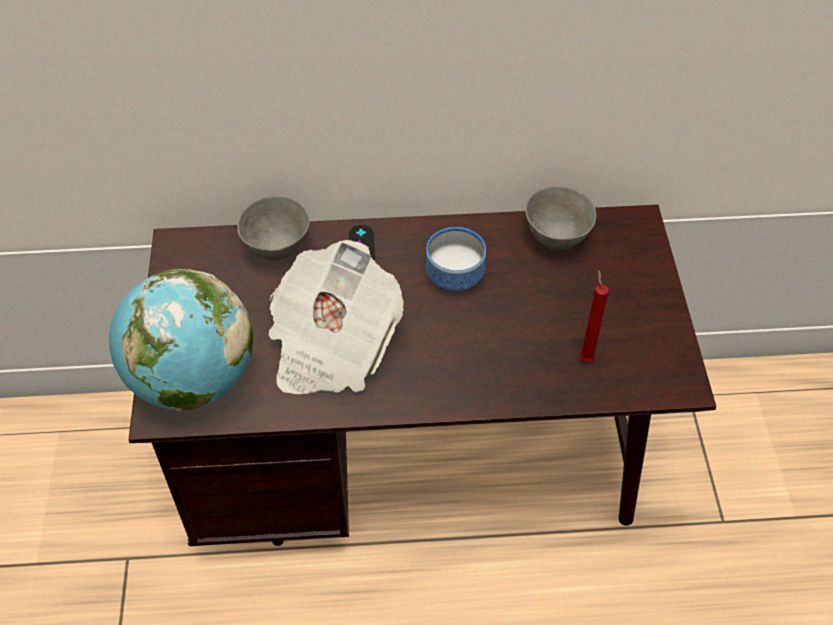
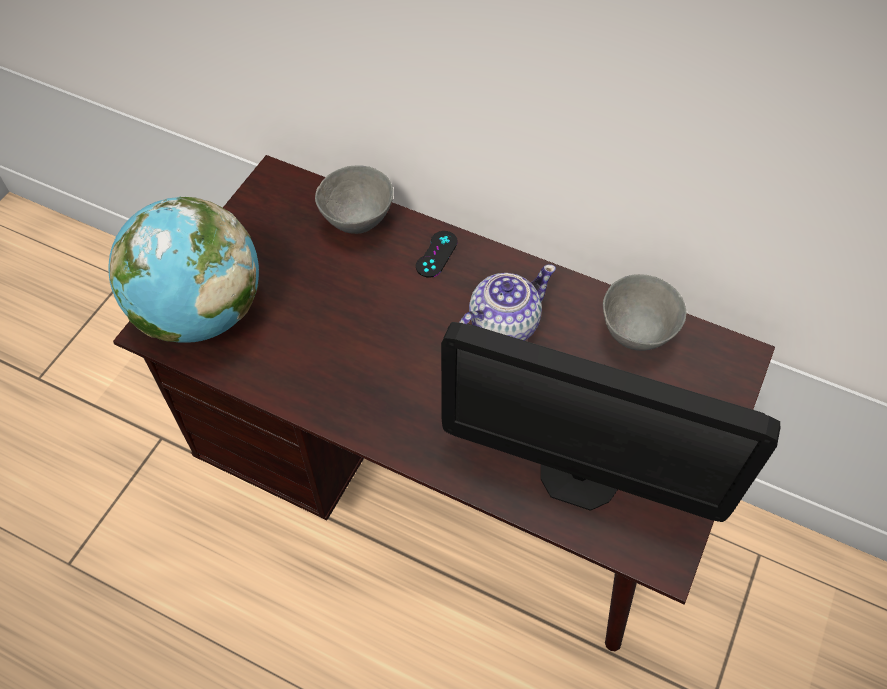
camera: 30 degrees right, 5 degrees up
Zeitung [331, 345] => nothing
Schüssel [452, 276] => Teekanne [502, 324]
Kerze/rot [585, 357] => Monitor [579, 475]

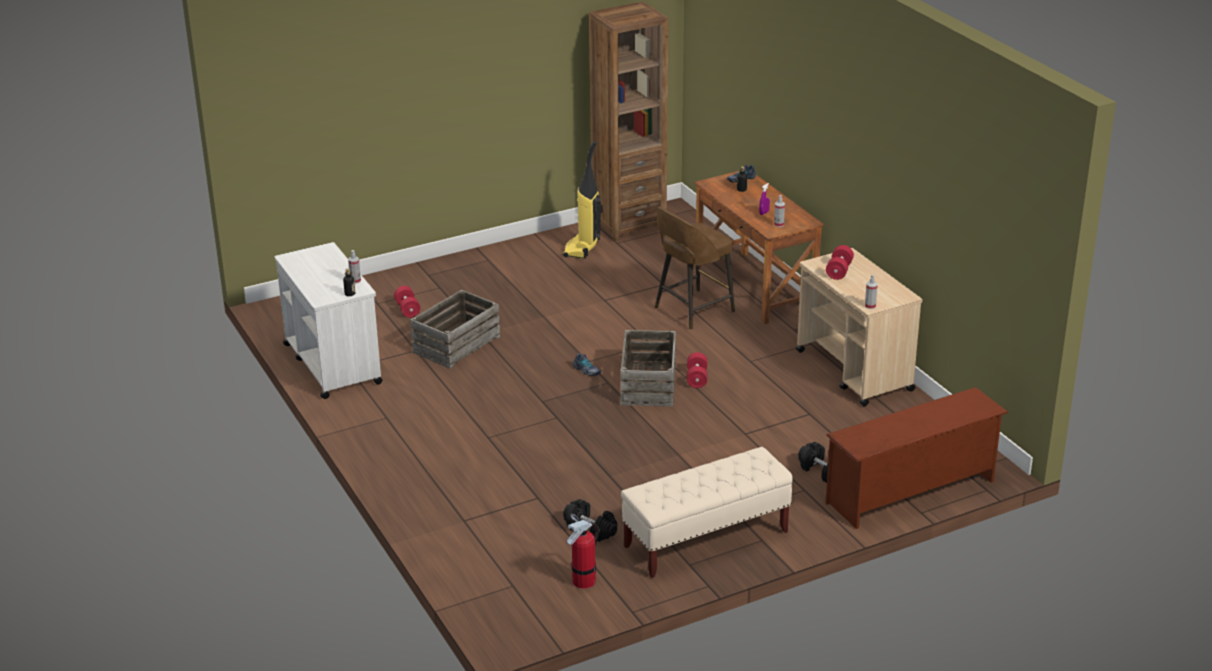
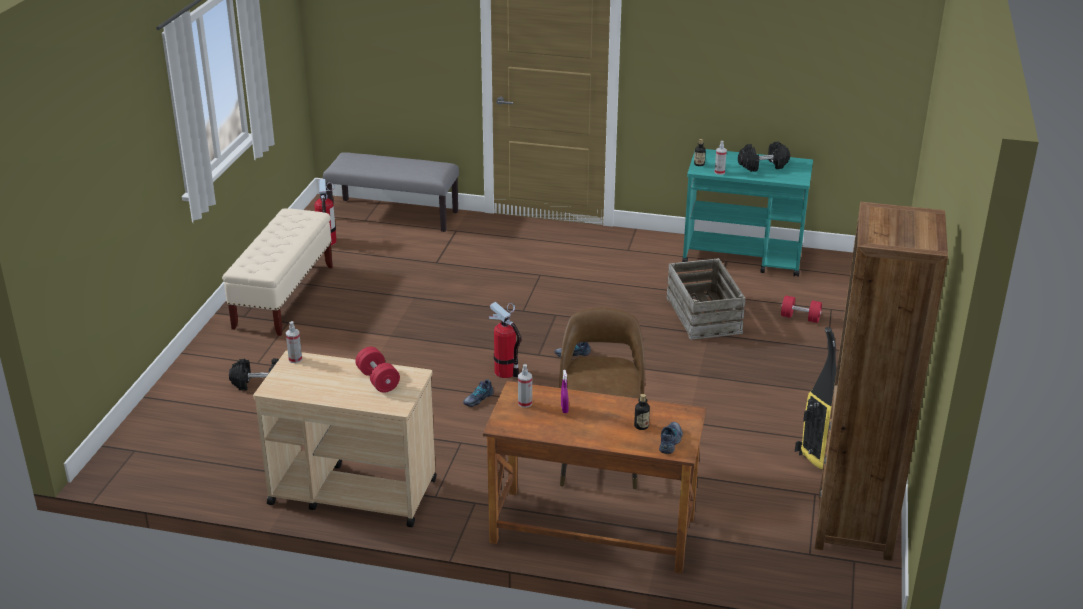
camera: 130 degrees right, 0 degrees up
Schuhregal/braun [911, 493] => nothing
nothing => Bank/grau [394, 215]
Hantel/schwarz [590, 529] => Hantel/schwarz [763, 166], move
Kiste [649, 384] => Feuerlöscher [505, 372]
Hantel/rot [697, 378] => Schuh [477, 399]
Rollwagen/weiß [332, 363] => Rollwagen/türkis [743, 257]

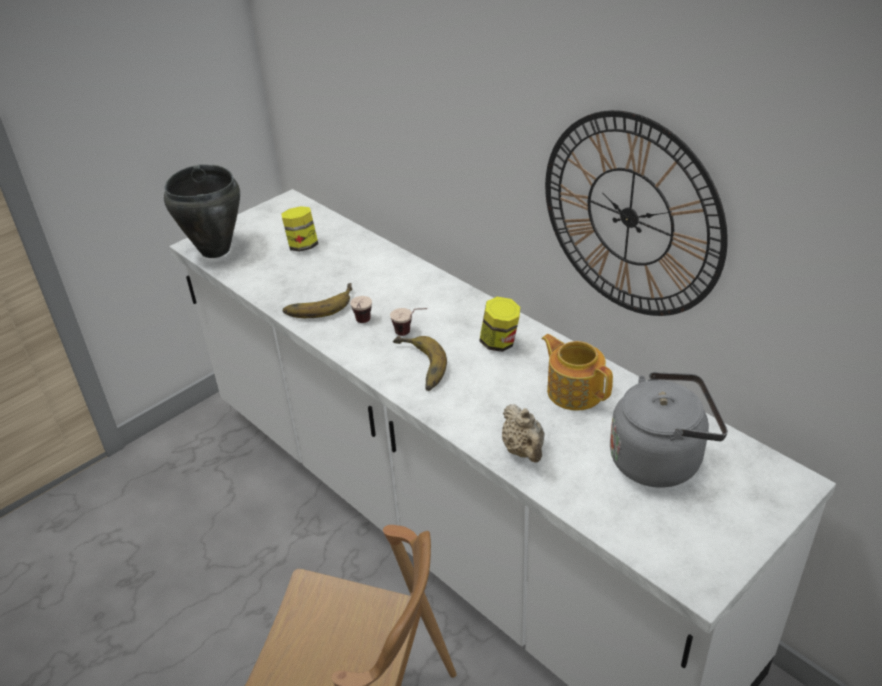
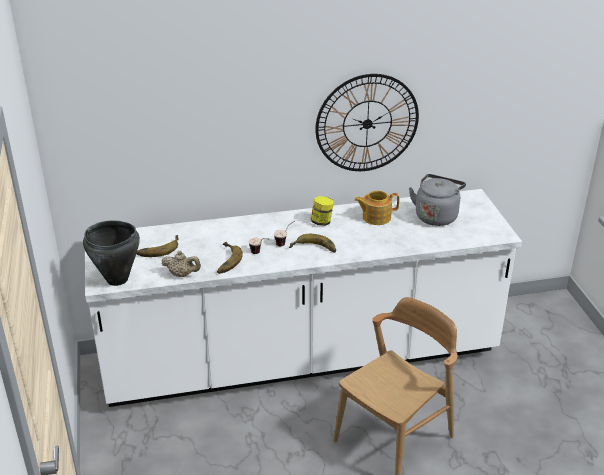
camera: 60 degrees left, 5 degrees down
Teekanne/beige [524, 451] => Teekanne/beige [182, 275], move
Vorratsglas [302, 246] => Banane [158, 248]

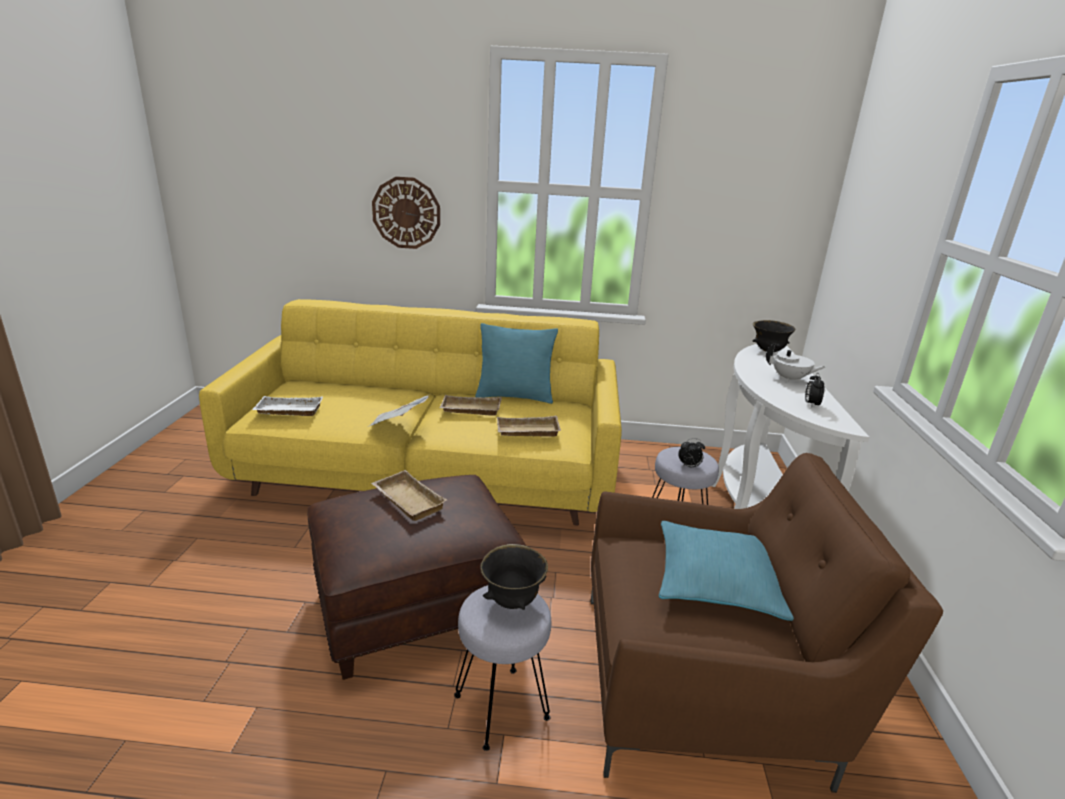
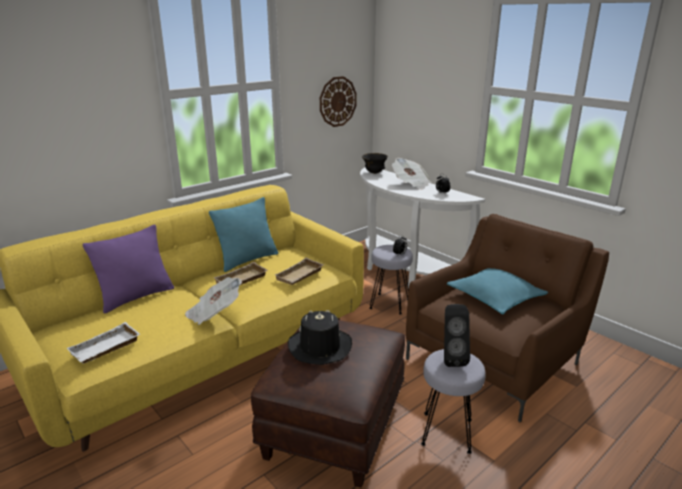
camera: 45 degrees left, 0 degrees up
nothing => Kissen/lila [136, 297]
Wanduhr [406, 213] => Wanduhr [337, 101], move
Tablett/beige [406, 500] => Hut/schwarz [319, 347]
Schüssel/schwarz [513, 601] => Lautsprecher/schwarz [451, 358]
Teekanne/weiß [790, 379] => Zeitung [411, 184]

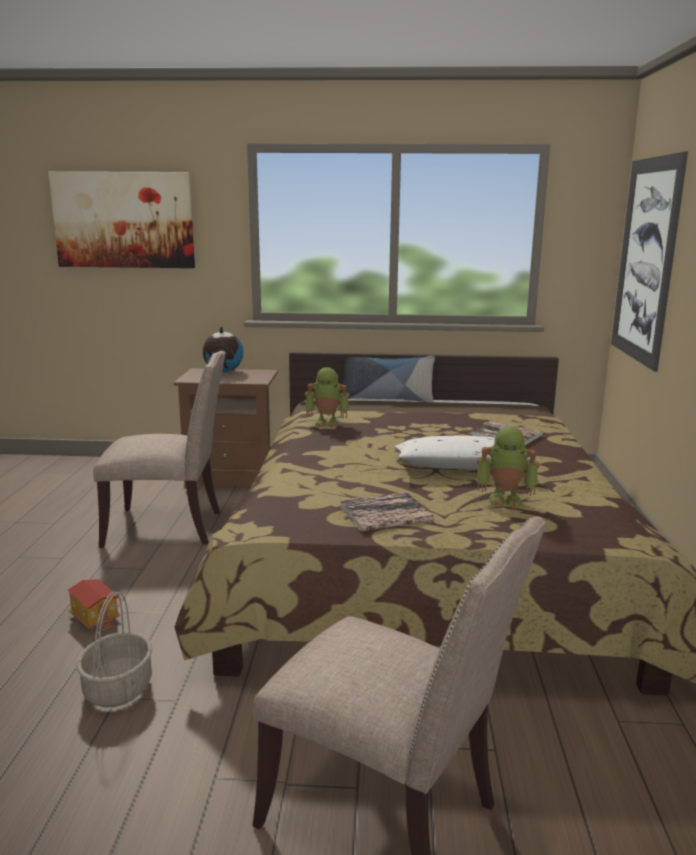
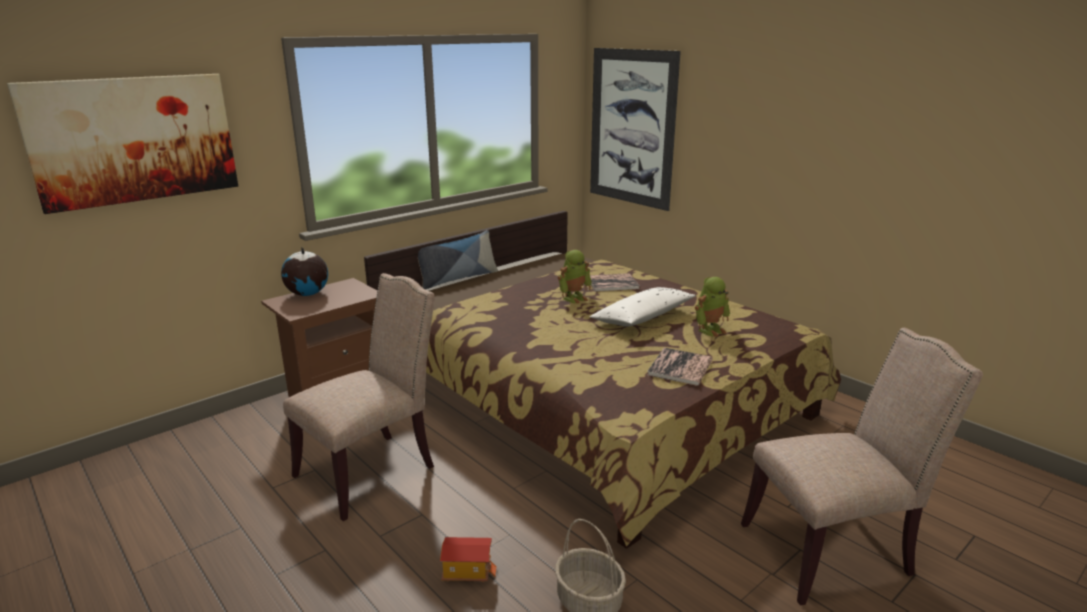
camera: 45 degrees left, 5 degrees up
Spielzeugroboter [327, 423] => Spielzeugroboter [574, 298], move

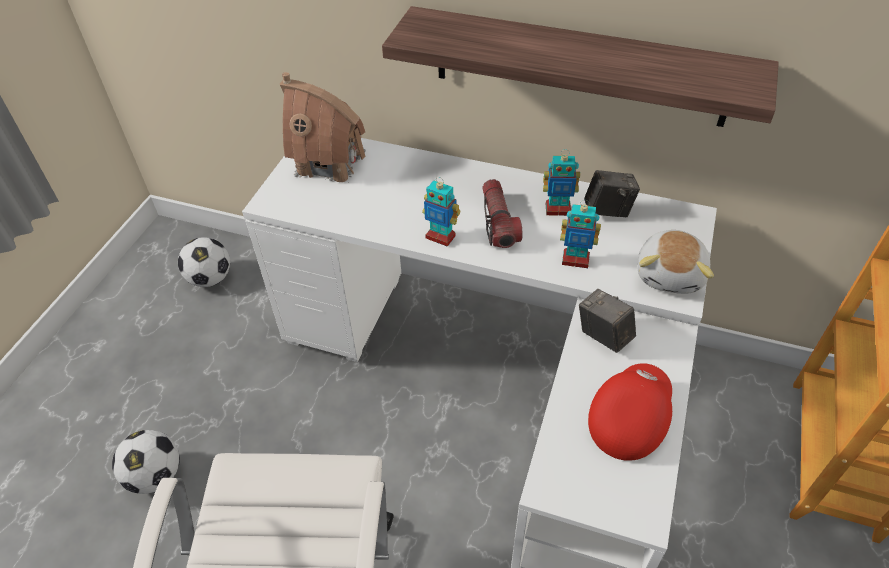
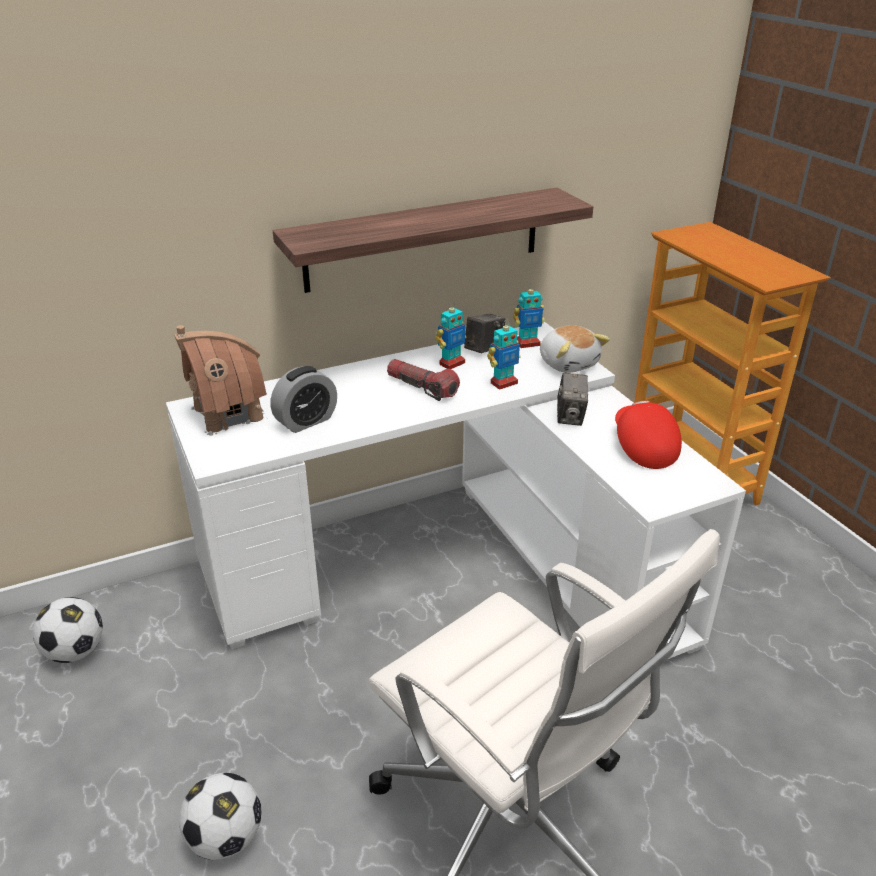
camera: 45 degrees left, 15 degrees down
nothing => Wecker [306, 421]
Spielzeugroboter [441, 236] => Spielzeugroboter [527, 343], move
Kamera [603, 336] => Kamera [570, 417], 90 degrees counterclockwise

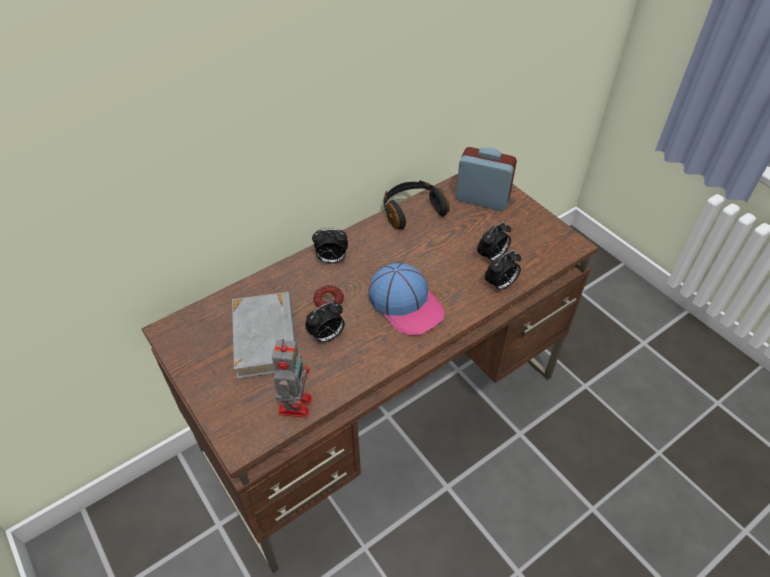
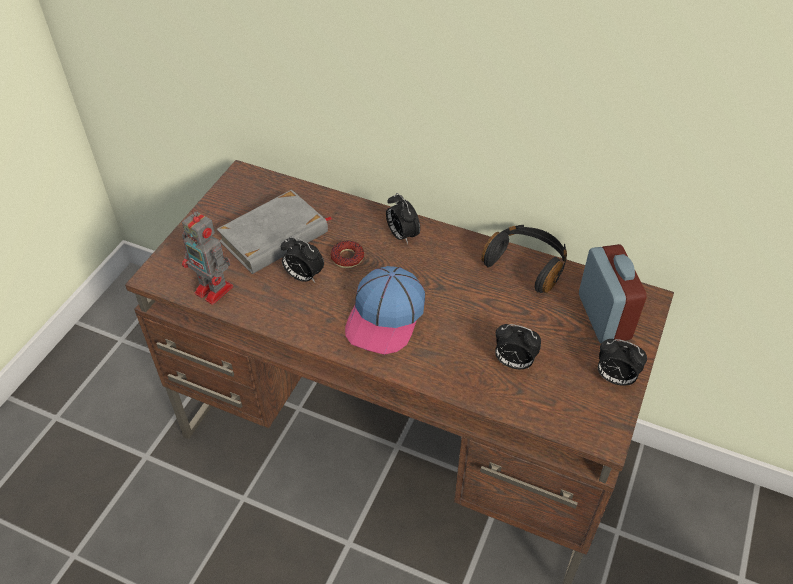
camera: 60 degrees right, 0 degrees up
Wecker [500, 285] => Wecker [614, 378], move
Spielzeugroboter [295, 403] => Spielzeugroboter [215, 291], 60 degrees clockwise

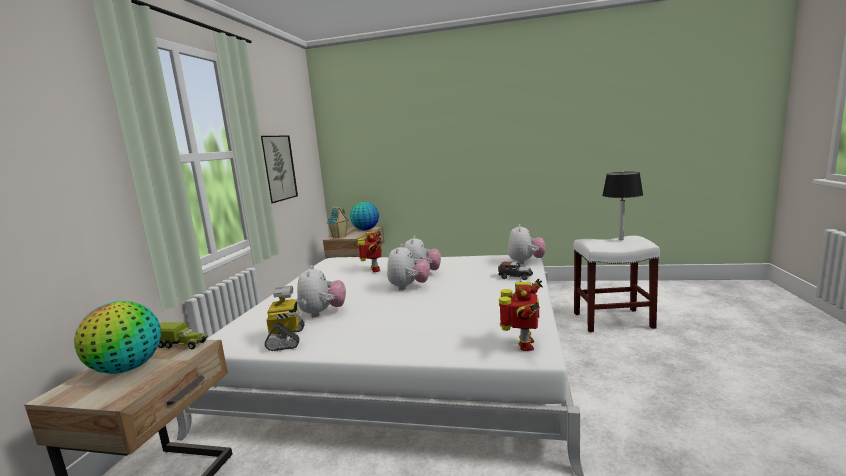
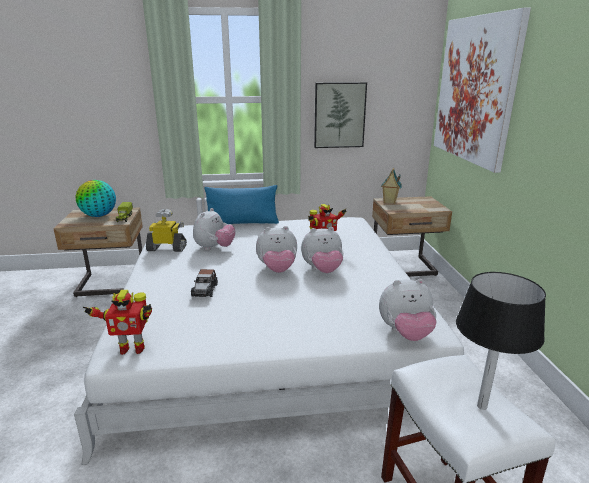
camera: 70 degrees right, 10 degrees up
Globus [365, 230] => nothing
nothing => Kissen/blau [242, 223]
nothing => Bild [475, 90]
Spielzeugauto [515, 276] => Spielzeugauto [205, 290], move
Spielzeugroboter [287, 339] => Spielzeugroboter [167, 248], 150 degrees counterclockwise
Plüschtier [323, 313] => Plüschtier [214, 248], 45 degrees counterclockwise

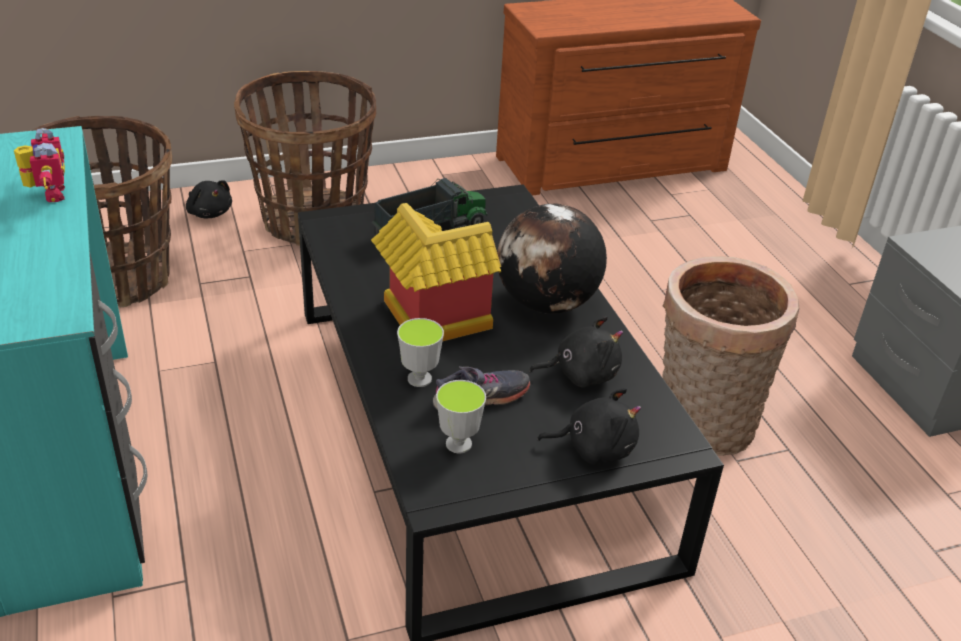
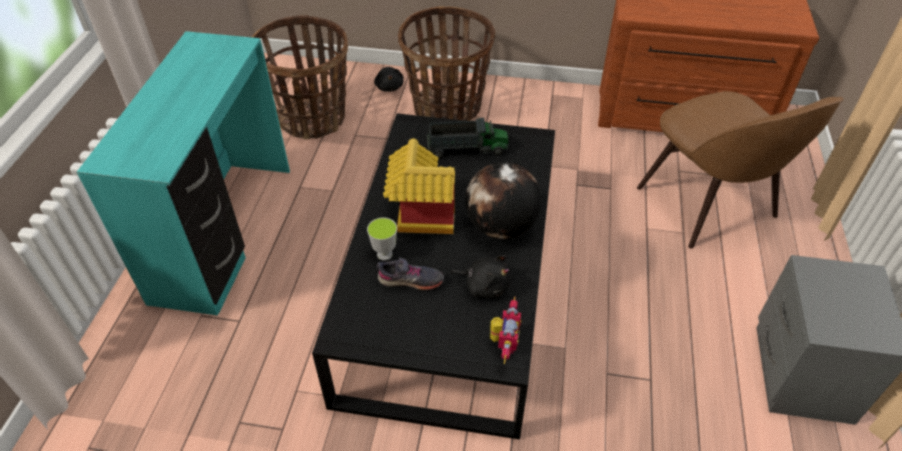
camera: 30 degrees right, 10 degrees up
Tasse [458, 444] => nothing
Plüschtier/schwarz [594, 447] => nothing
Korb [701, 426] => nothing
nothing => Stuhl/braun [709, 206]
Spielzeugroboter [47, 194] => Spielzeugroboter [503, 343], move

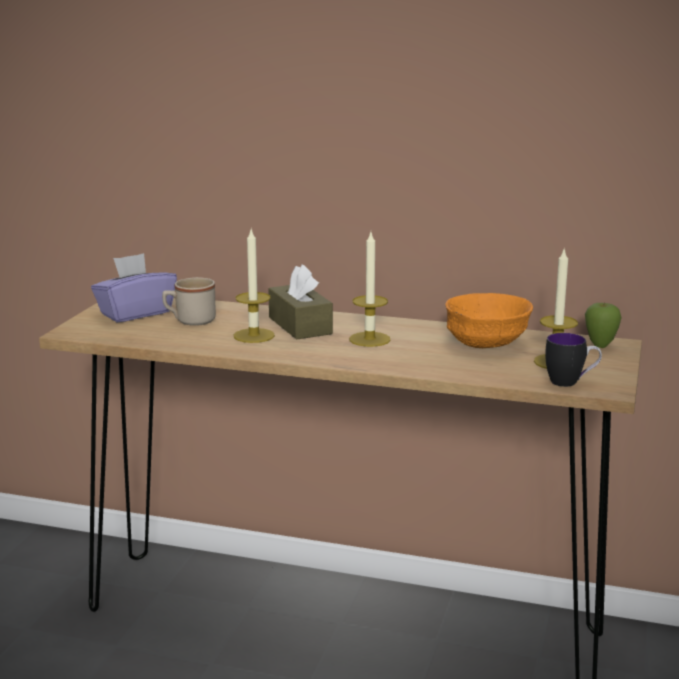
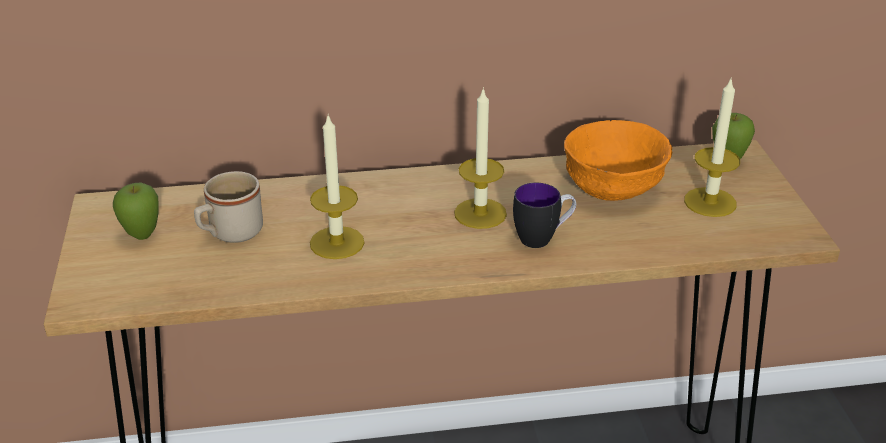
camera: 25 degrees left, 15 degrees up
Taschentuchbox/braun [300, 325] => nothing
Henkelbecher [571, 382] => Henkelbecher [543, 238], move
Taschentuchbox/lila [135, 313] => Apfel [142, 236]

